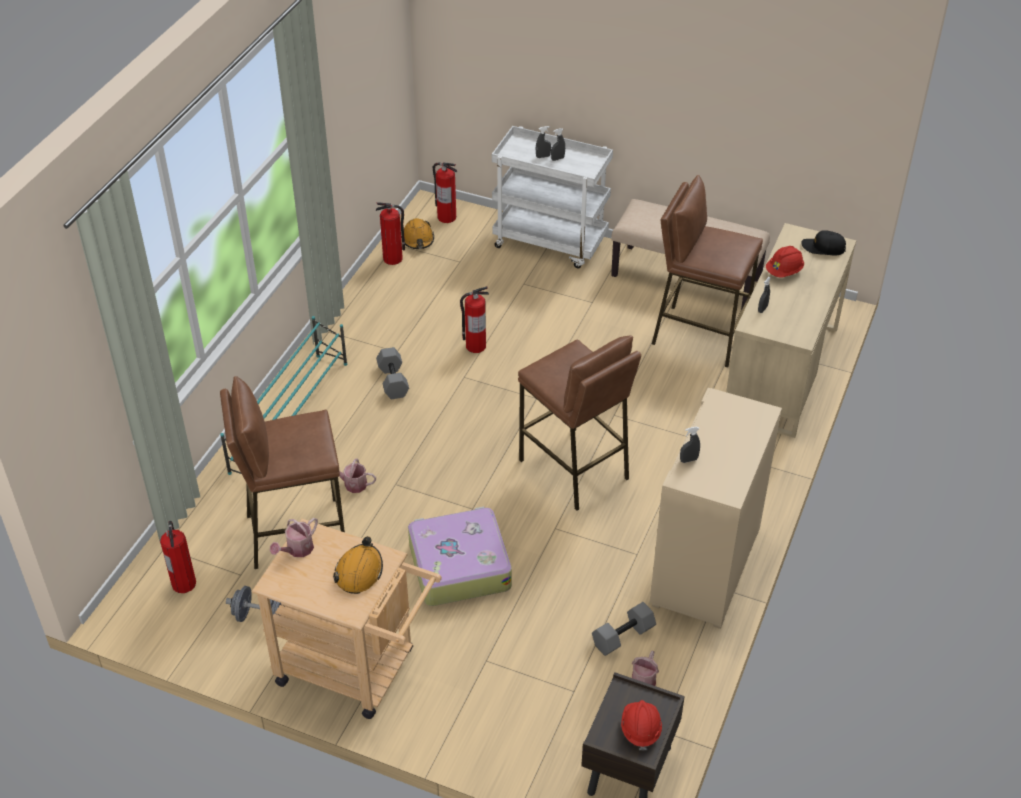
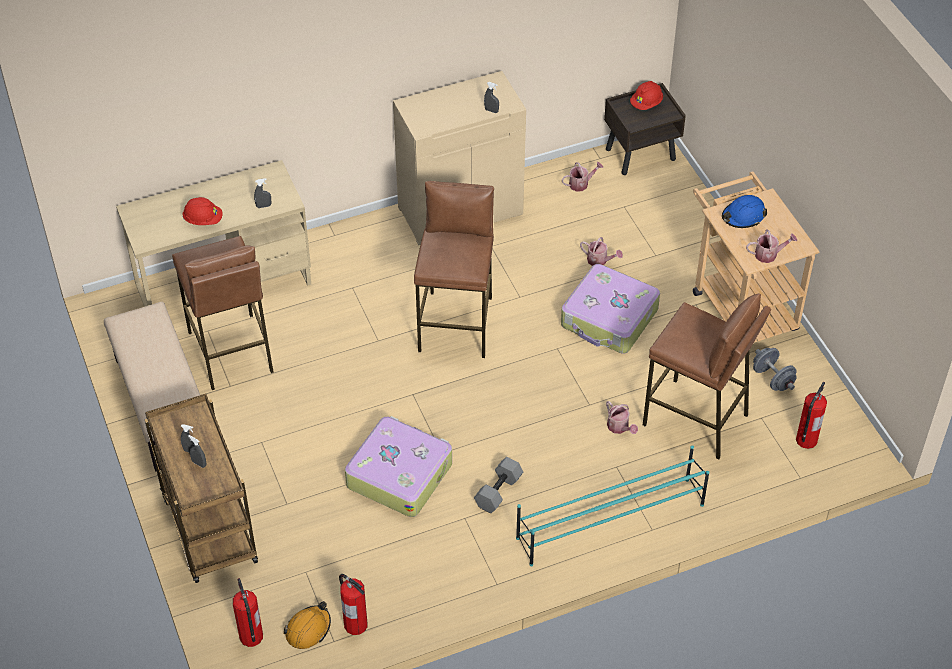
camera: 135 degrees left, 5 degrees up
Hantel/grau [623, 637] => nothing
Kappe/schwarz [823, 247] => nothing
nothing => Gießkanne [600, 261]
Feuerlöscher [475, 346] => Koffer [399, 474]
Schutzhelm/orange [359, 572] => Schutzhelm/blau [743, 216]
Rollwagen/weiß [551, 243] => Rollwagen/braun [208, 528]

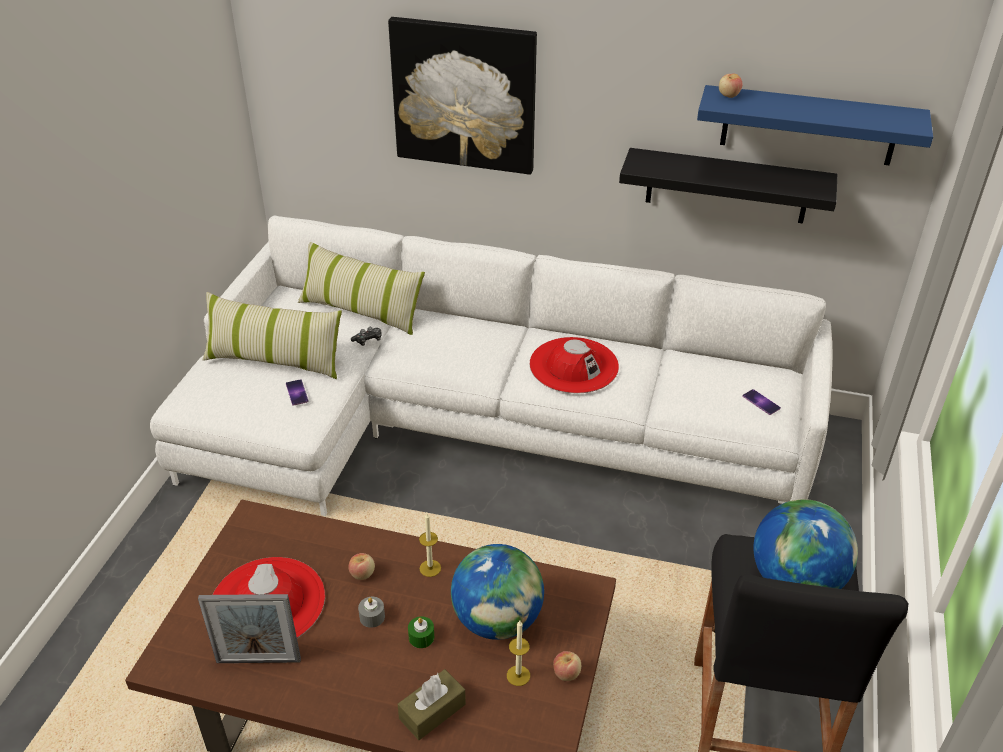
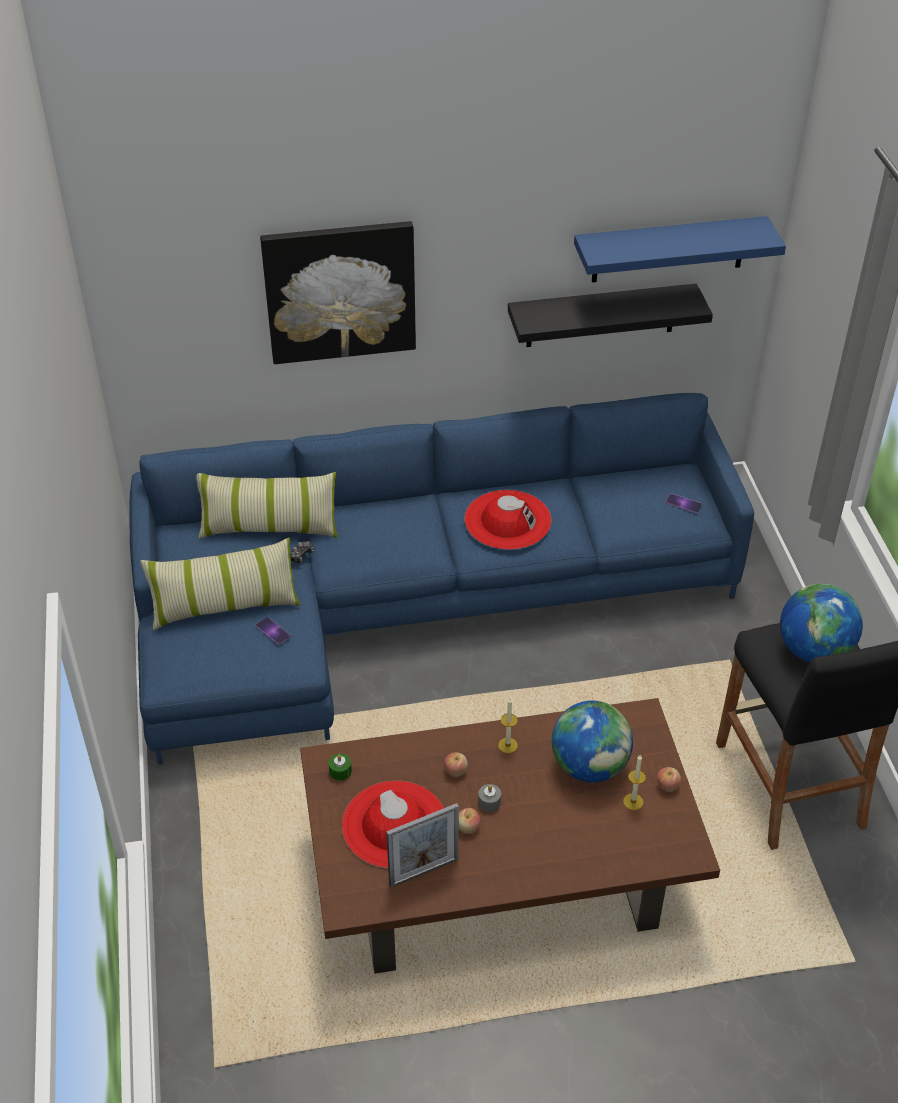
camera: 25 degrees left, 5 degrees up
Taschentuchbox/braun [432, 711] => nothing
Kerze/grün [421, 637] => Kerze/grün [340, 771], move
Apfel [728, 95] => Apfel [468, 827], move
Sofa/weiß [477, 425] => Sofa/blau [410, 603]

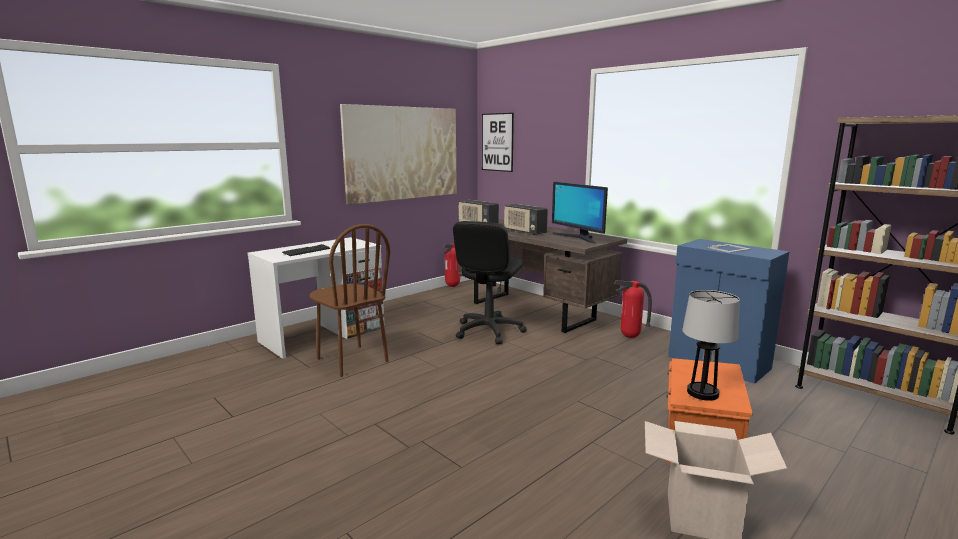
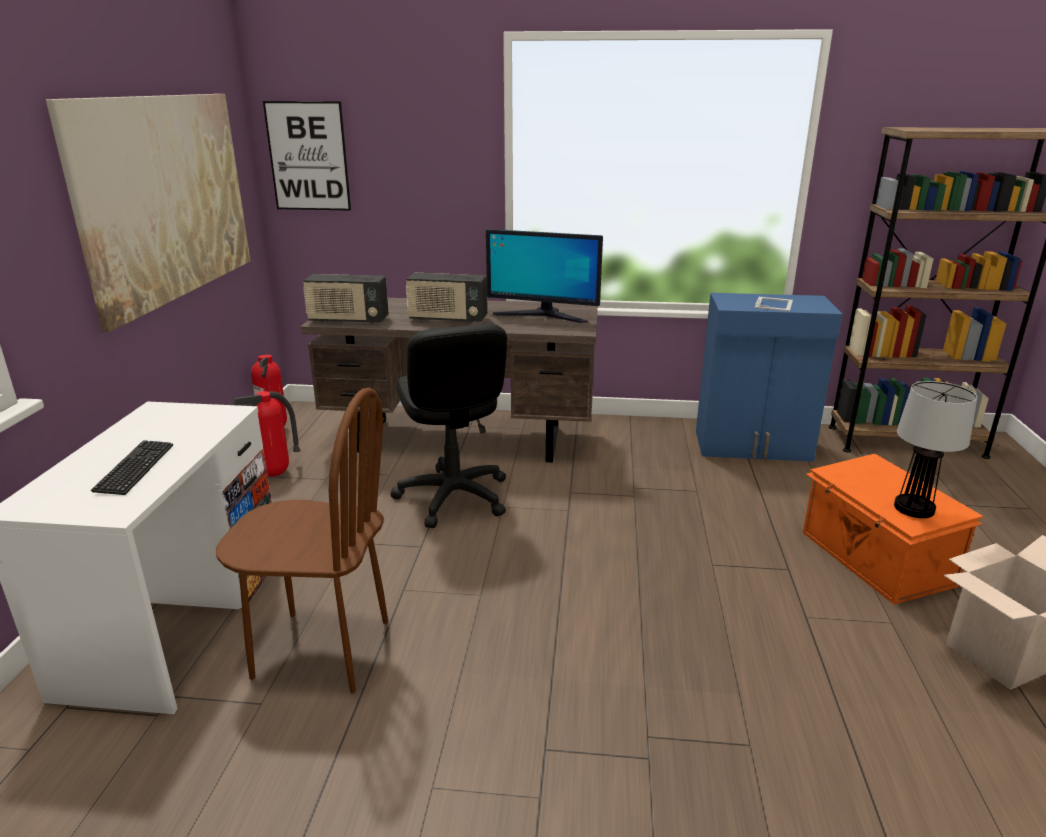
camera: 40 degrees left, 10 degrees up
Feuerlöscher [630, 337] => Feuerlöscher [275, 475], move

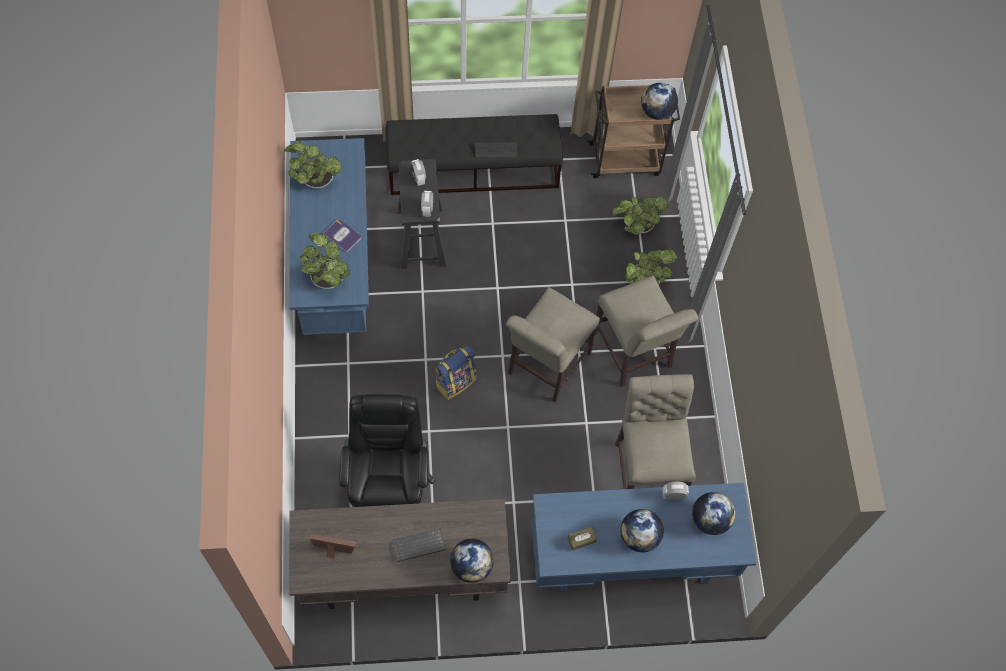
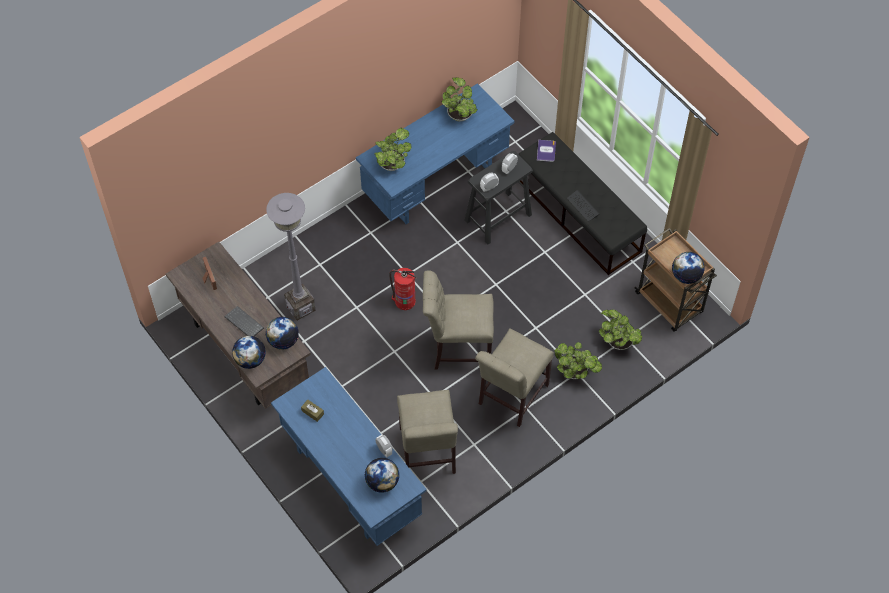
camera: 60 degrees right, 5 degrees down
Buch [342, 236] => Buch [546, 151], move
Globus [639, 537] => Globus [283, 341], move
Bürostuhl/schwarz [389, 485] => Stehlampe/grau [301, 307]
Rucksack [455, 381] => Feuerlöscher [404, 301]
Stuhl/beige [647, 468] => Stuhl/beige [427, 454], 120 degrees clockwise

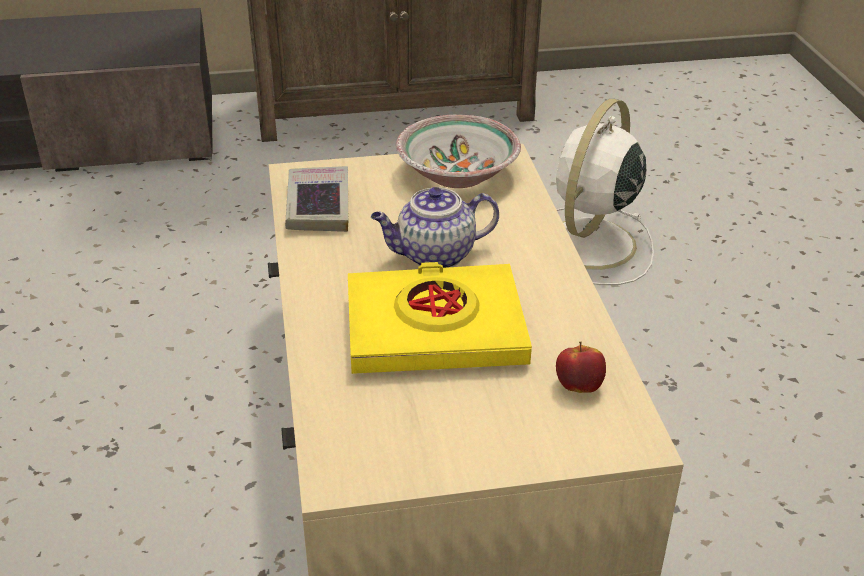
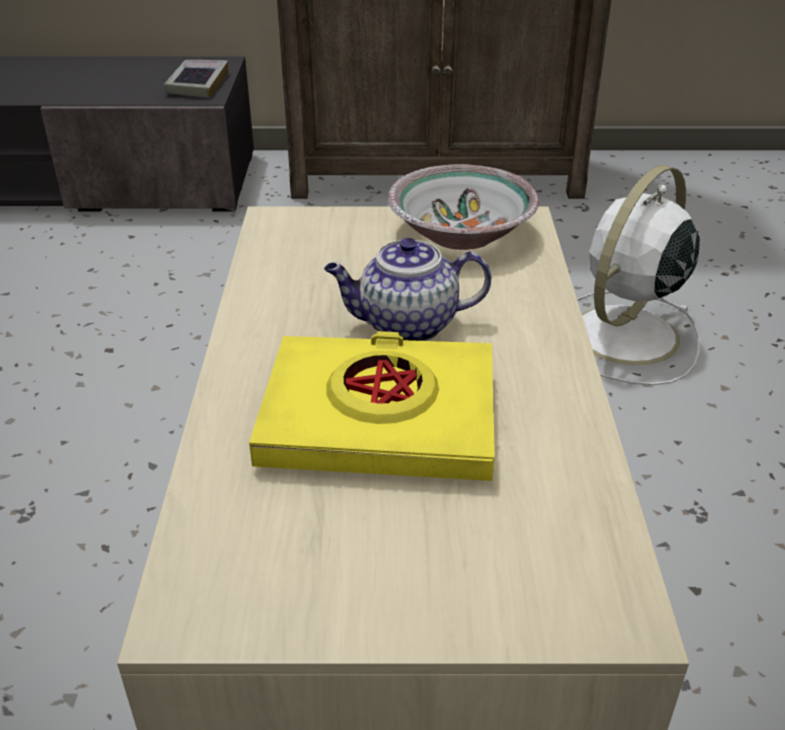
camera: 10 degrees right, 0 degrees up
Apfel [578, 387] => nothing
Buch [318, 206] => Buch [197, 84], move

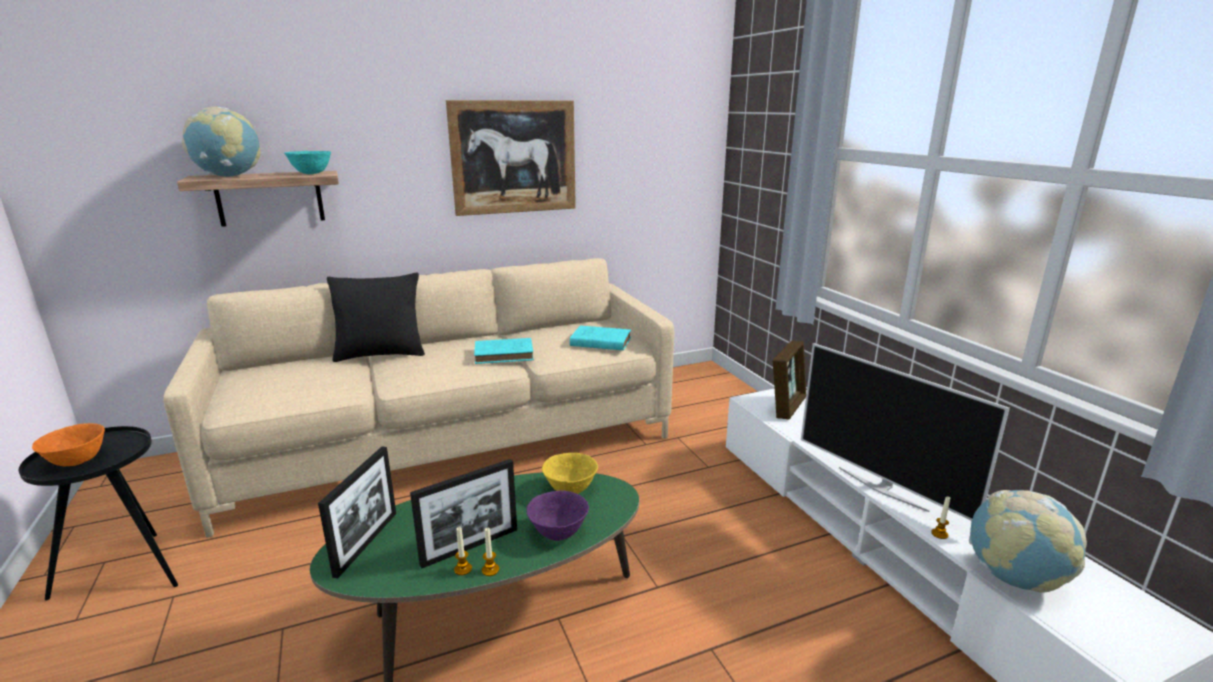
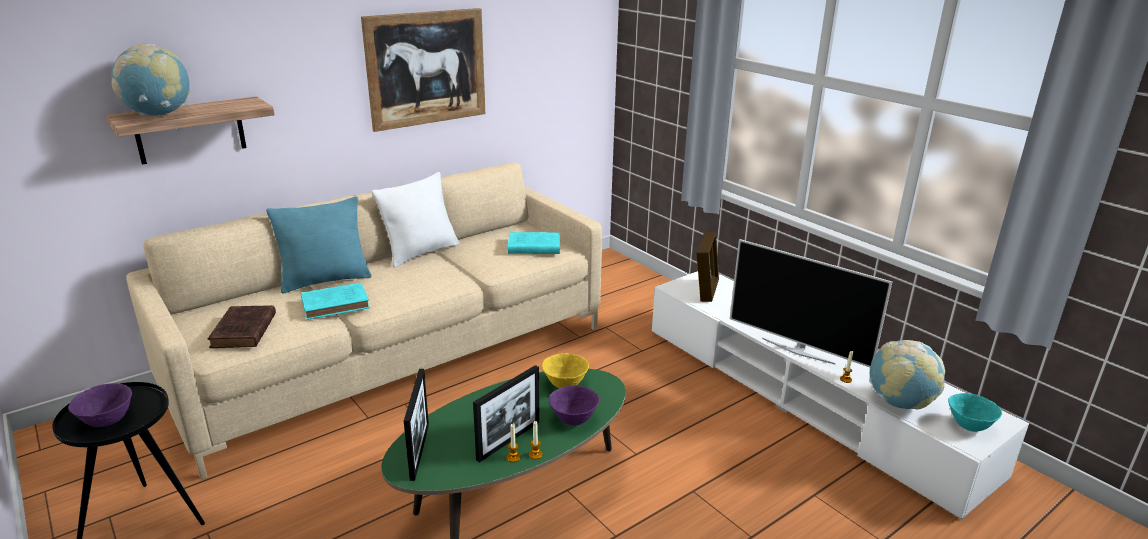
camera: 15 degrees left, 5 degrees up
nothing => Buch/braun [243, 332]
nothing => Kissen/weiß [421, 252]
Schüssel/türkis [311, 173] => Schüssel/türkis [968, 426], move
Buch/türkis [506, 354] => Buch/türkis [337, 304], move
Schüssel/orange [77, 462] => Schüssel/lila [107, 421]
Kissen/schwarz [381, 354] => Kissen/türkis [325, 280]

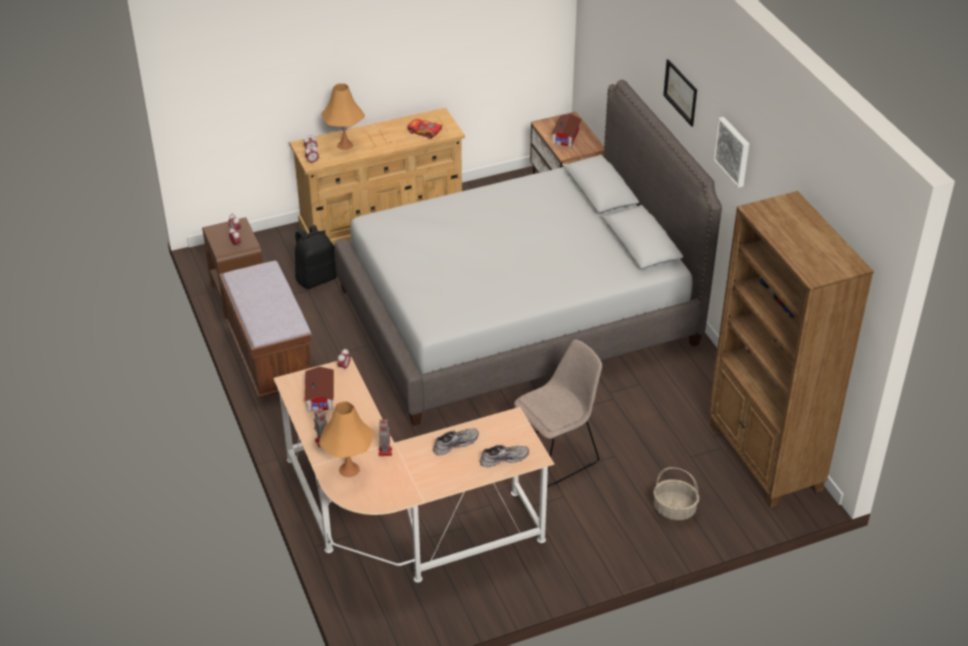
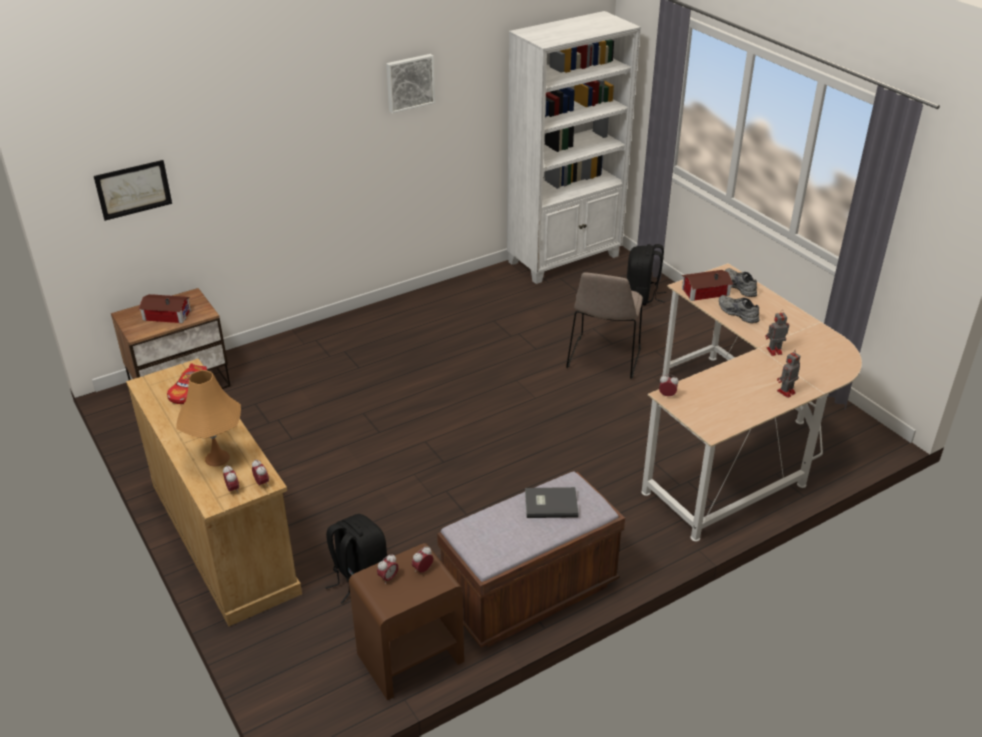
camera: 100 degrees left, 5 degrees down
Tischlampe/orange [349, 469] => nothing
Bett/grau [518, 316] => nothing
nothing => Buch/grau [550, 503]
Spielzeughaus [321, 395] => Spielzeughaus [704, 291], move
Bild [680, 92] => Bild [133, 189], move
Korb [673, 509] => Rucksack/schwarz [642, 296]
Bücherregal/braun [764, 458] => Bücherregal/weiß [565, 259]
Stuhl/beige [555, 453] => Stuhl/beige [603, 359], 120 degrees counterclockwise

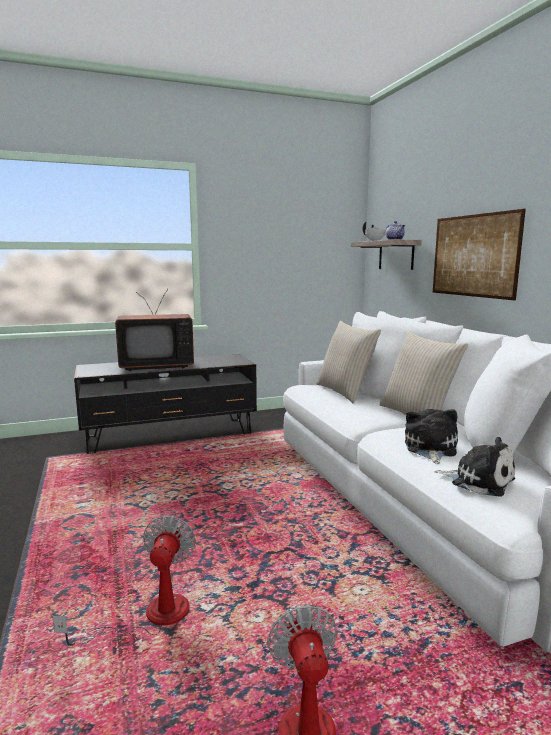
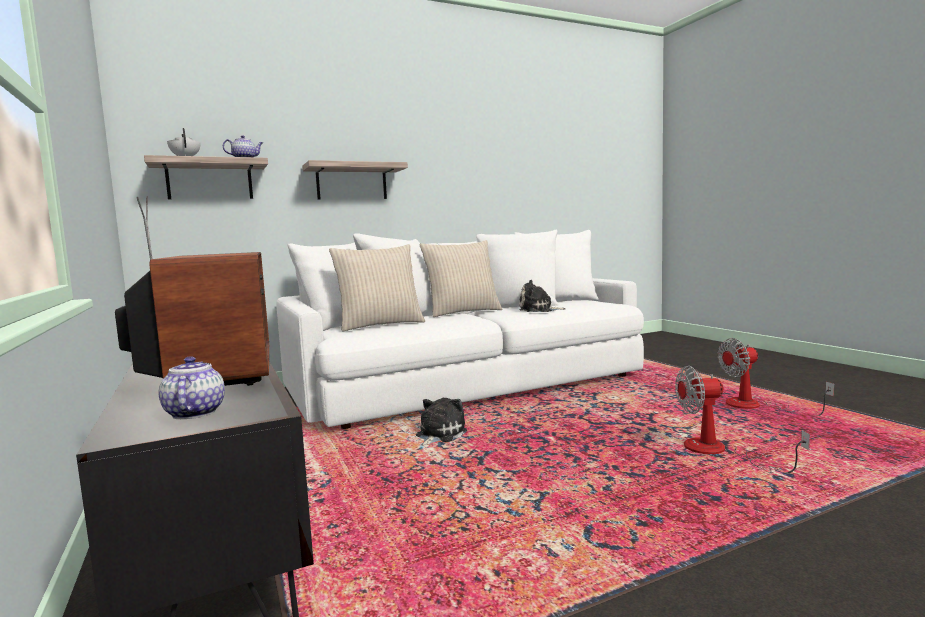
camera: 95 degrees left, 5 degrees down
nothing => Teekanne [194, 413]
Plüschtier [478, 481] => Plüschtier [439, 435], move
Bild [473, 255] => Wandregal [351, 182]

